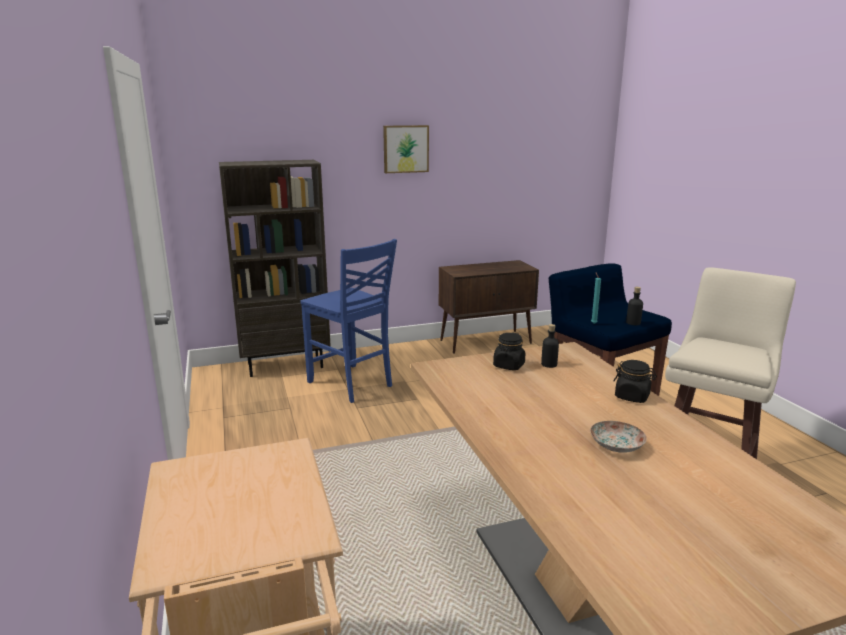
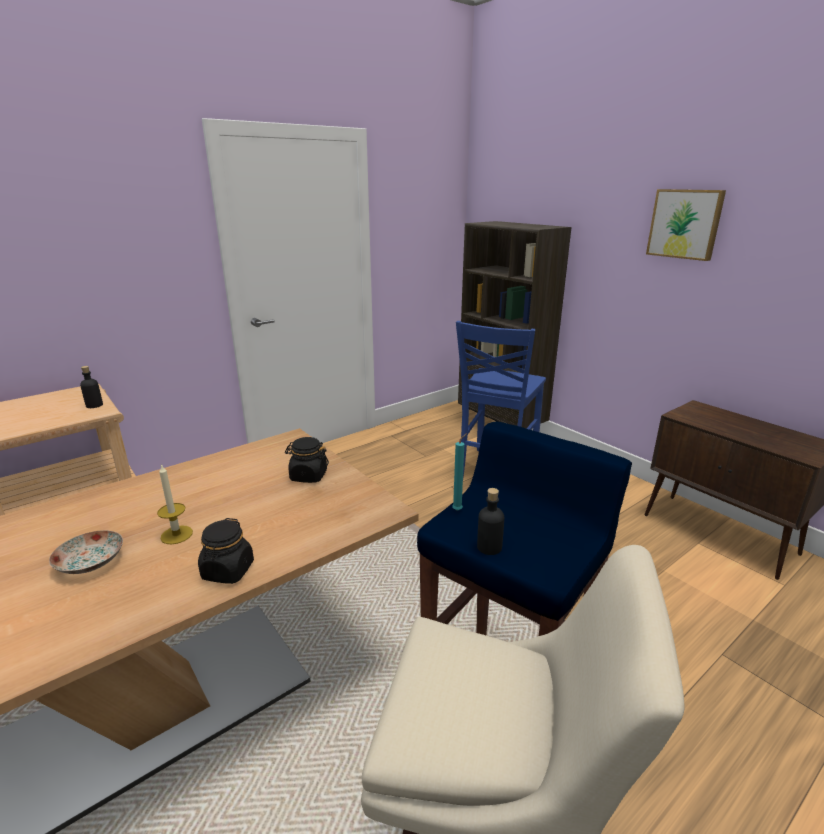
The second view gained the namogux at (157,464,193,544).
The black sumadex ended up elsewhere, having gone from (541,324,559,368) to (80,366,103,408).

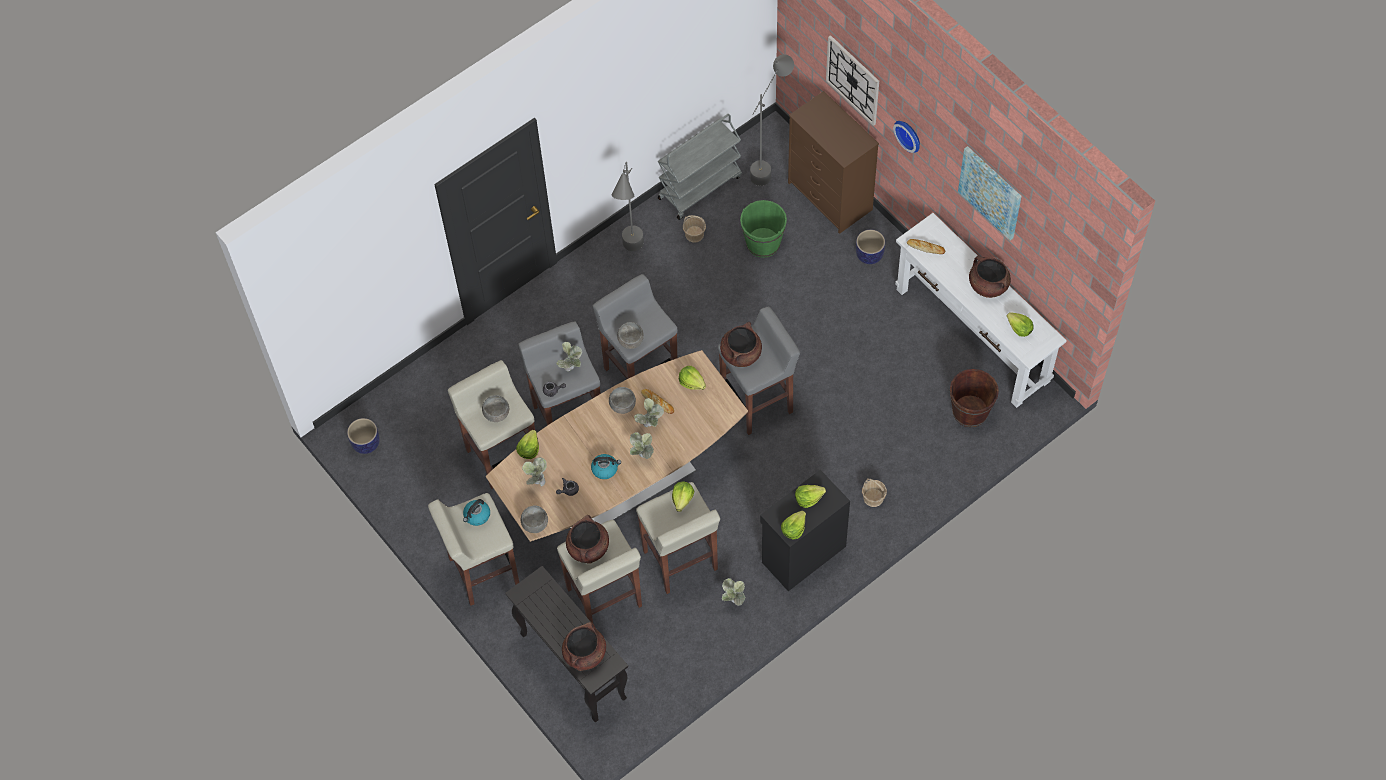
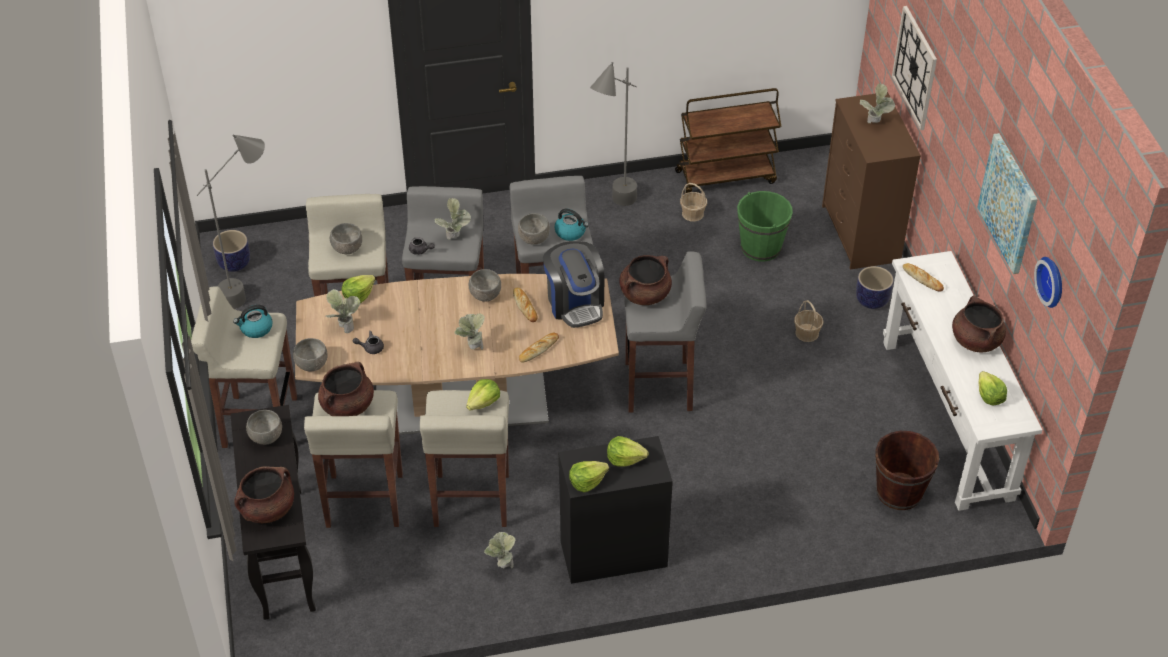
The second view gained the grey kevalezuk at (246,410,282,445).
The second view gained the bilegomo at (519,333,559,362).
The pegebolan ended up elsewhere, having gone from (591,454,621,479) to (554,209,589,241).
The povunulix ended up elsewhere, having gone from (634,398,664,427) to (860,83,895,123).
The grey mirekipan ended up elsewhere, having gone from (750,54,794,186) to (197,135,265,309).
The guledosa ended up elsewhere, having gone from (862,478,887,507) to (794,300,823,342).
The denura ended up elsewhere, having gone from (893,121,920,153) to (1034,257,1062,308).
Where the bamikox stood at (679,366,706,390), the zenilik came to stand at (543,241,605,328).
What was the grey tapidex at (658,114,742,220) turned into the brown tapidex at (675,88,781,194).

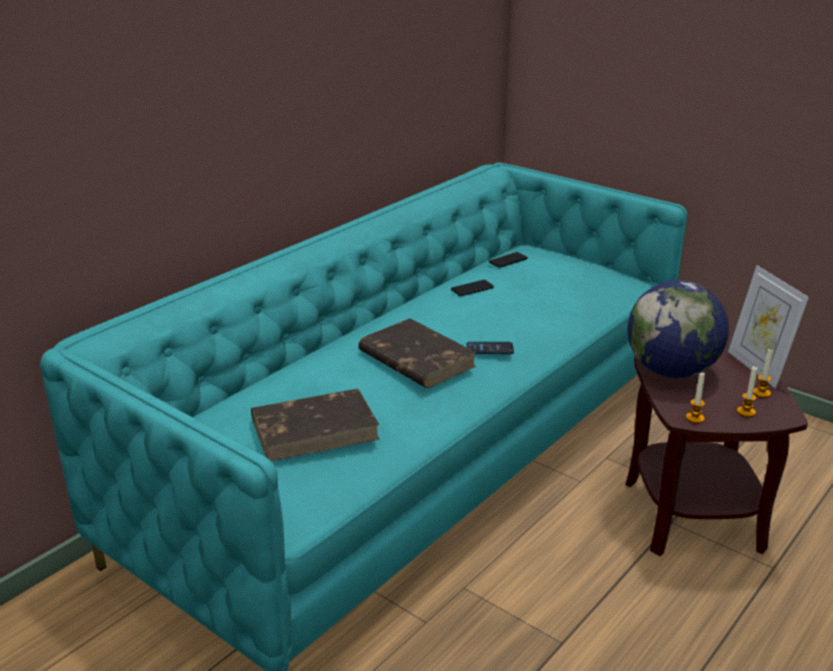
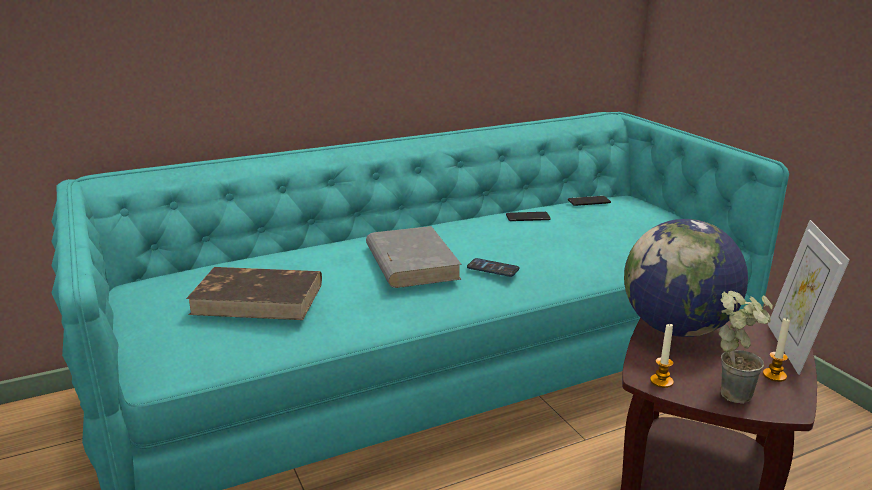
Where the namogux stood at (737,366,758,417), the povunulix came to stand at (719,291,773,404).
What was the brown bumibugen at (358,318,476,388) turned into the grey bumibugen at (366,226,462,288).

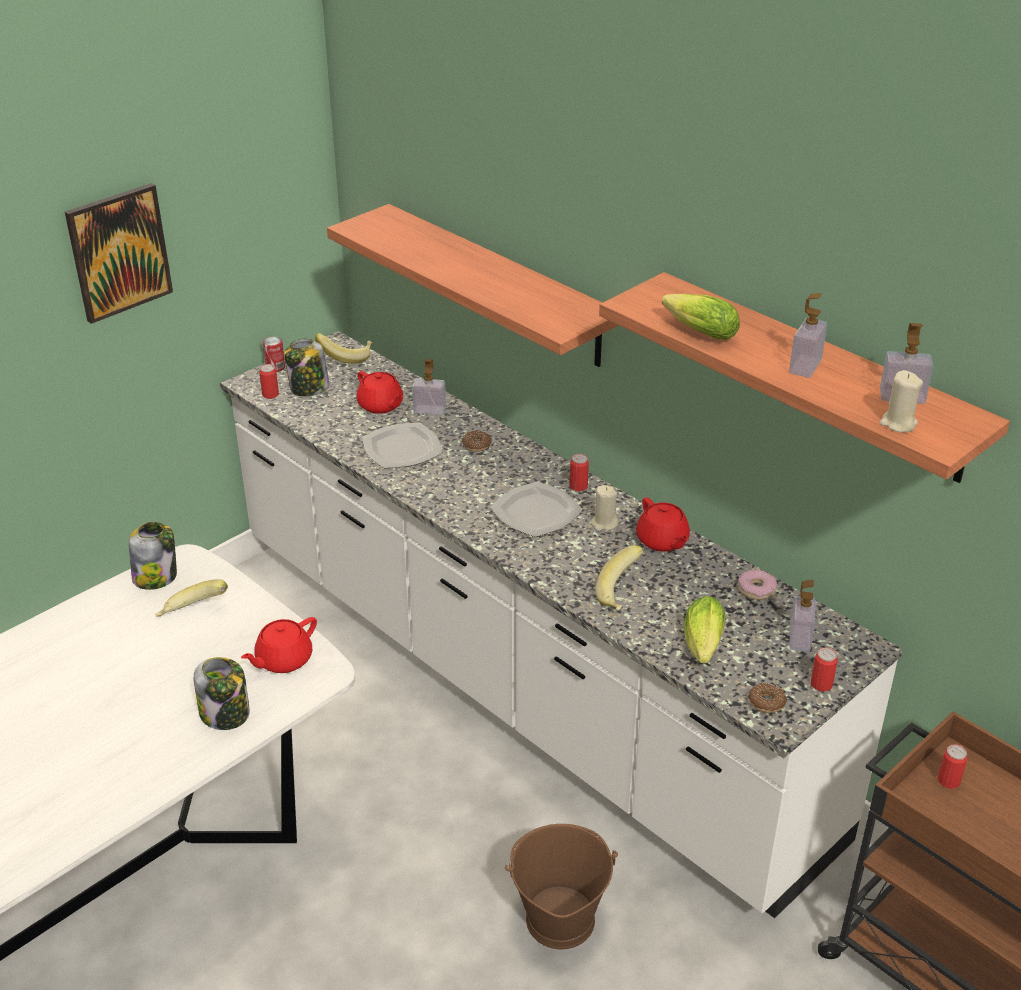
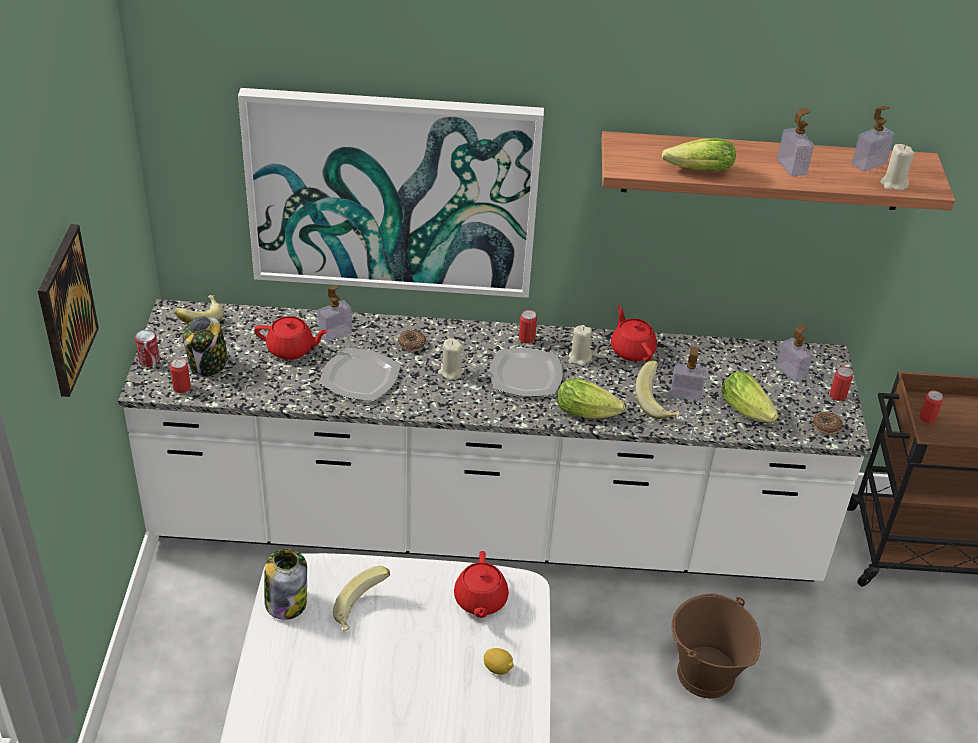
The second view lost the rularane at (738,570,777,600).
The second view gained the beige namogux at (438,338,464,380).
The second view gained the bamikox at (557,378,625,419).
The second view gained the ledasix at (670,347,707,402).
Where the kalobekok stood at (194,657,250,730), the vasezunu came to stand at (484,648,514,675).
Where the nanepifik hung at (327,204,619,367), the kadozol came to hang at (238,88,544,298).
The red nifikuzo at (636,497,690,552) ended up facing another way, 135 degrees counterclockwise from before.

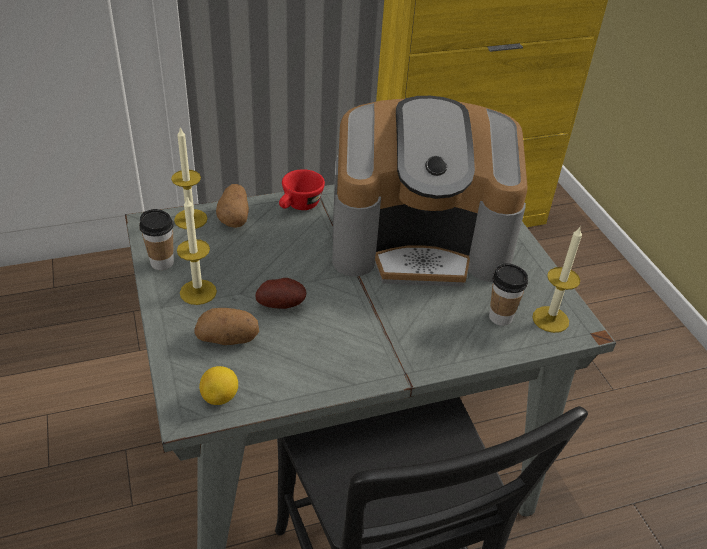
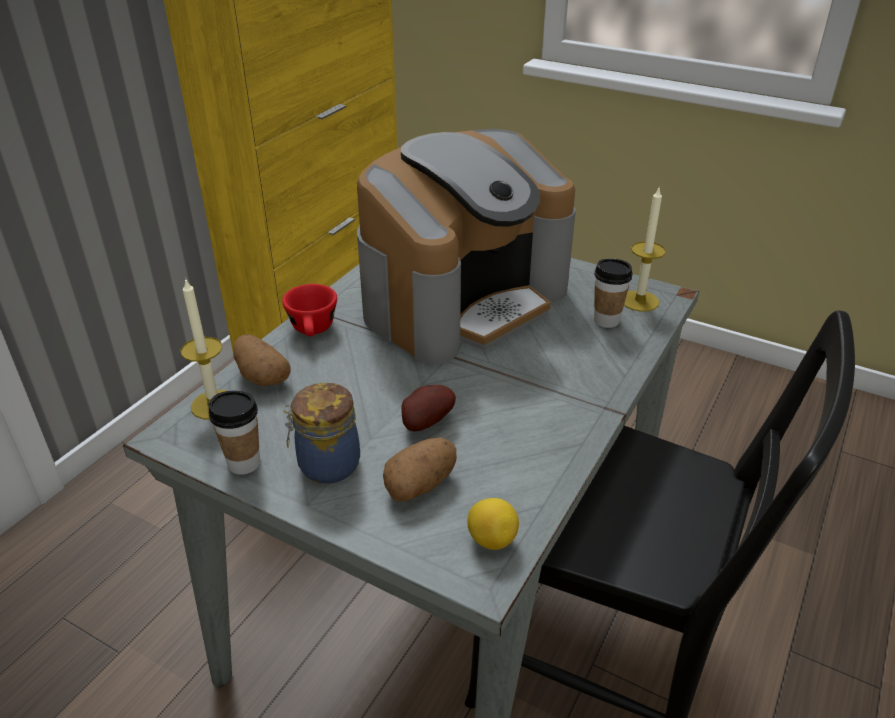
Where the namogux stood at (177,197,217,305), the kalobekok came to stand at (283,383,360,484).

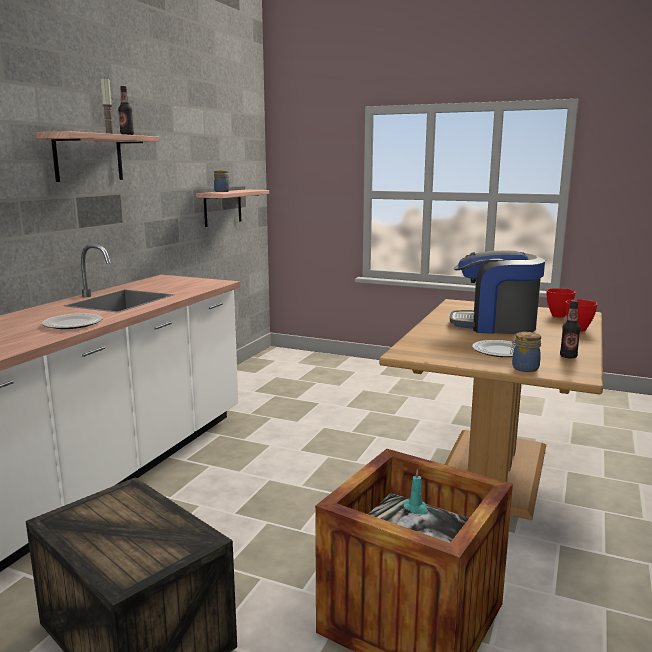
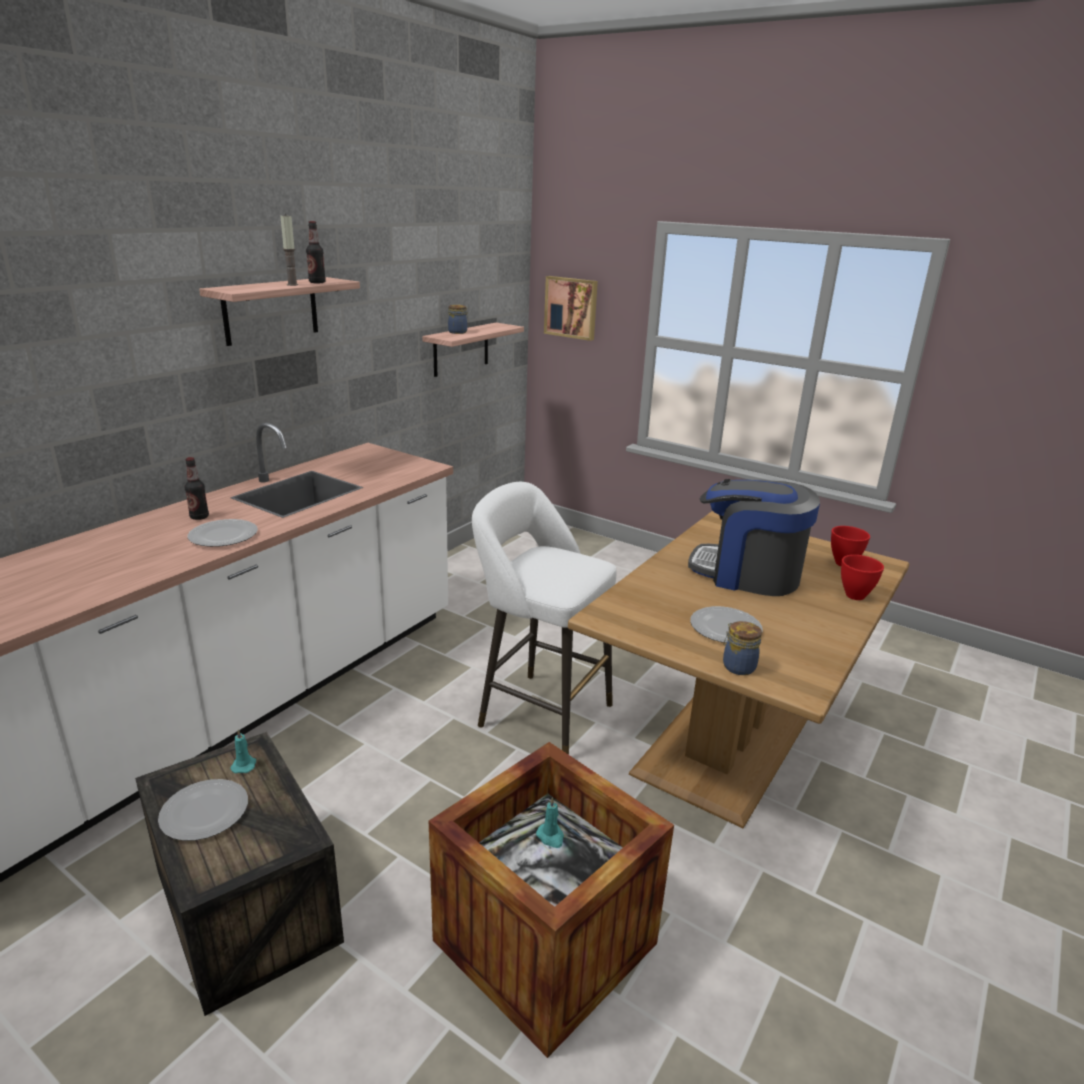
The second view gained the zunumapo at (158,779,248,841).
The second view gained the turquoise namogux at (230,729,256,773).
The second view gained the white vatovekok at (472,482,617,755).
The second view gained the kadozol at (544,276,598,341).
The sumadex ended up elsewhere, having gone from (560,300,581,359) to (185,457,209,520).

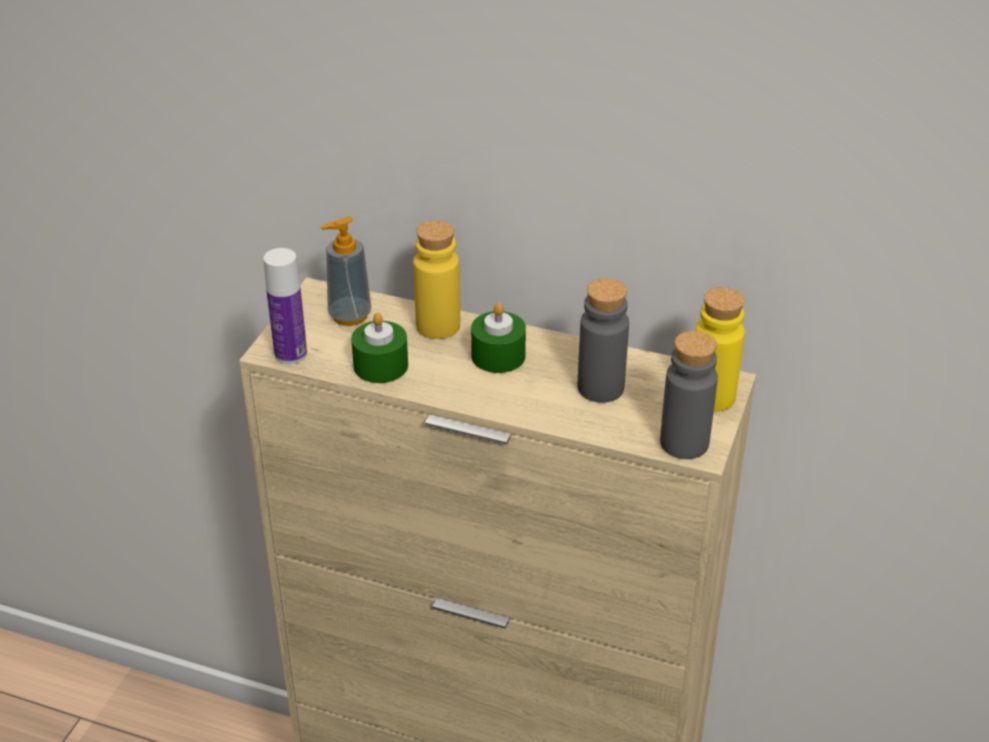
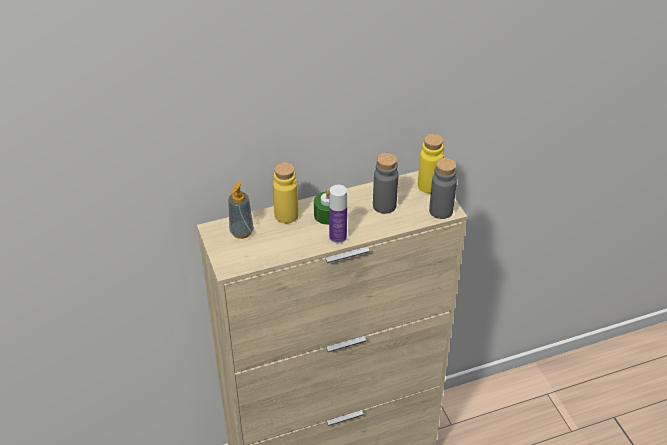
The second view lost the green namogux at (351,312,408,383).
The sumadex ended up elsewhere, having gone from (263,248,307,364) to (329,185,347,244).

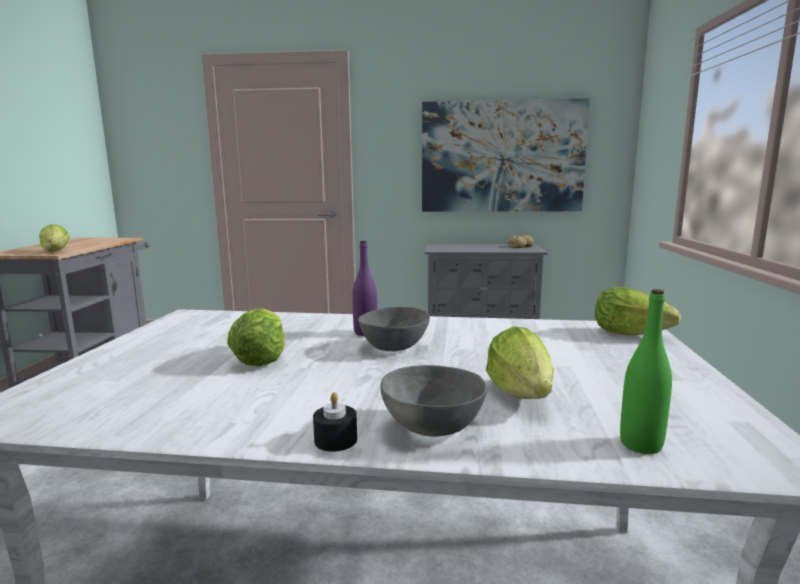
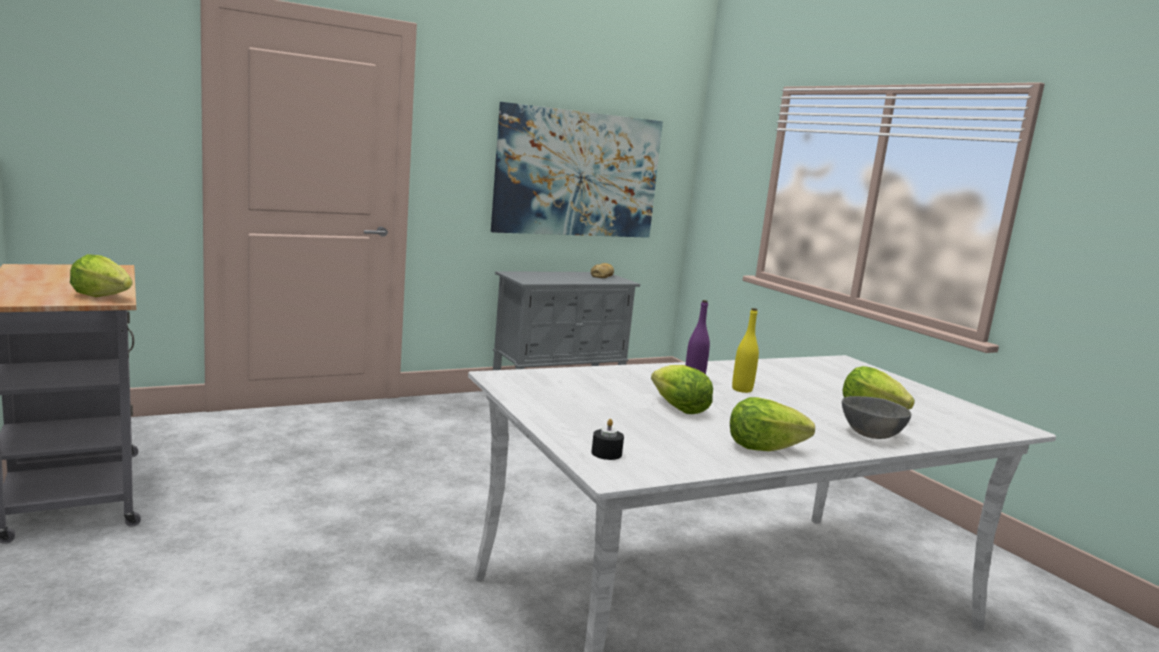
The second view lost the green sumadex at (620,289,672,454).
The black namogux ended up elsewhere, having gone from (313,392,357,452) to (591,419,624,460).
The bamikox ended up elsewhere, having gone from (595,287,681,336) to (730,397,815,451).
Where the grey kevalezuk stood at (358,307,430,351), the yellow sumadex came to stand at (732,308,759,393).

